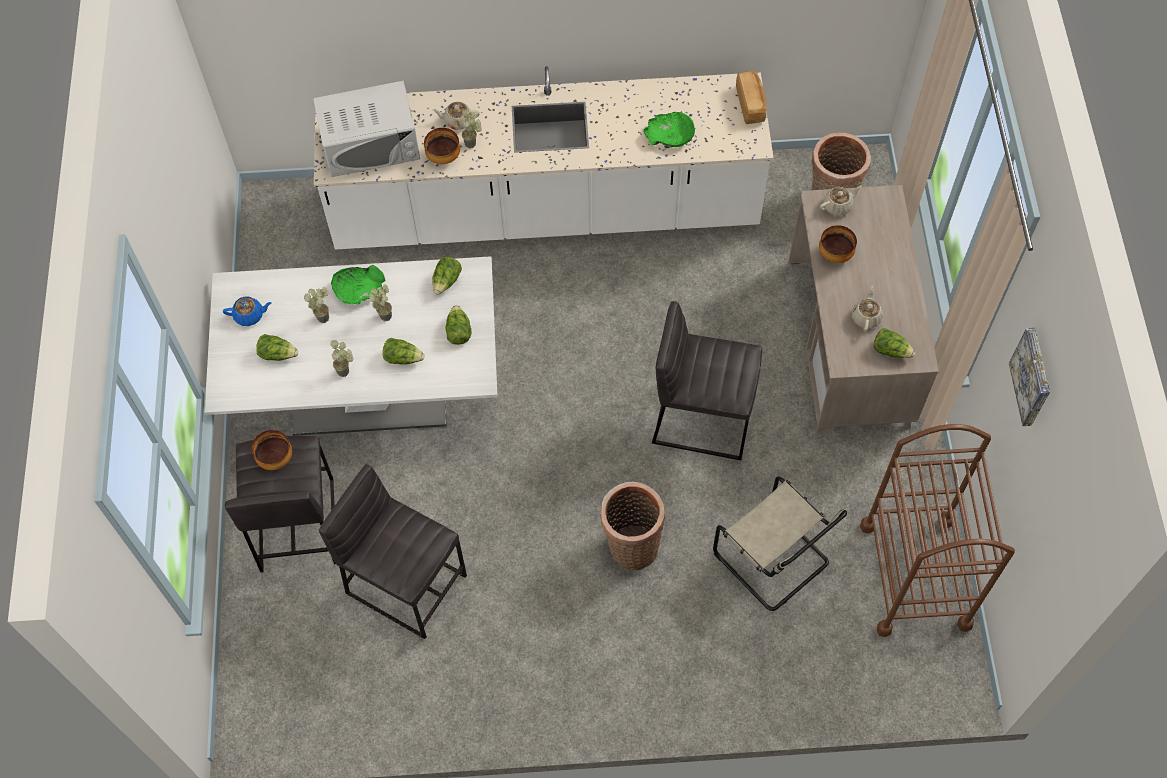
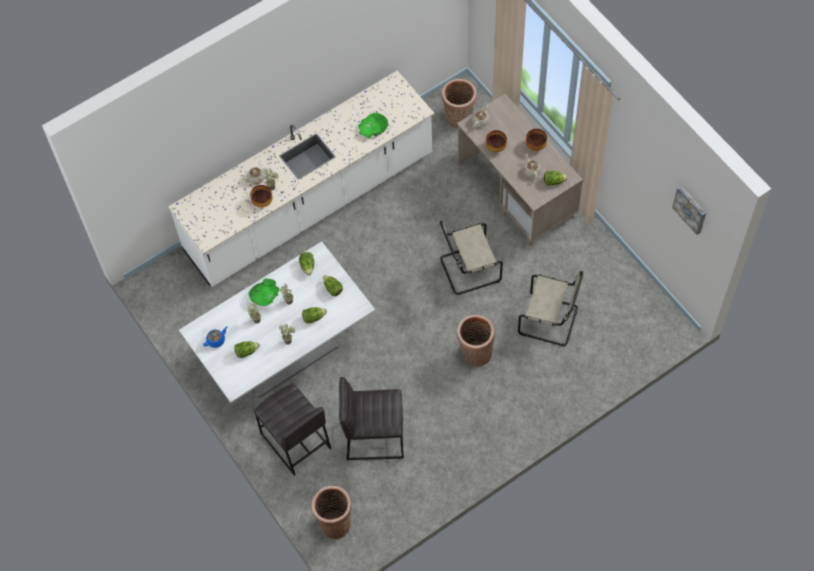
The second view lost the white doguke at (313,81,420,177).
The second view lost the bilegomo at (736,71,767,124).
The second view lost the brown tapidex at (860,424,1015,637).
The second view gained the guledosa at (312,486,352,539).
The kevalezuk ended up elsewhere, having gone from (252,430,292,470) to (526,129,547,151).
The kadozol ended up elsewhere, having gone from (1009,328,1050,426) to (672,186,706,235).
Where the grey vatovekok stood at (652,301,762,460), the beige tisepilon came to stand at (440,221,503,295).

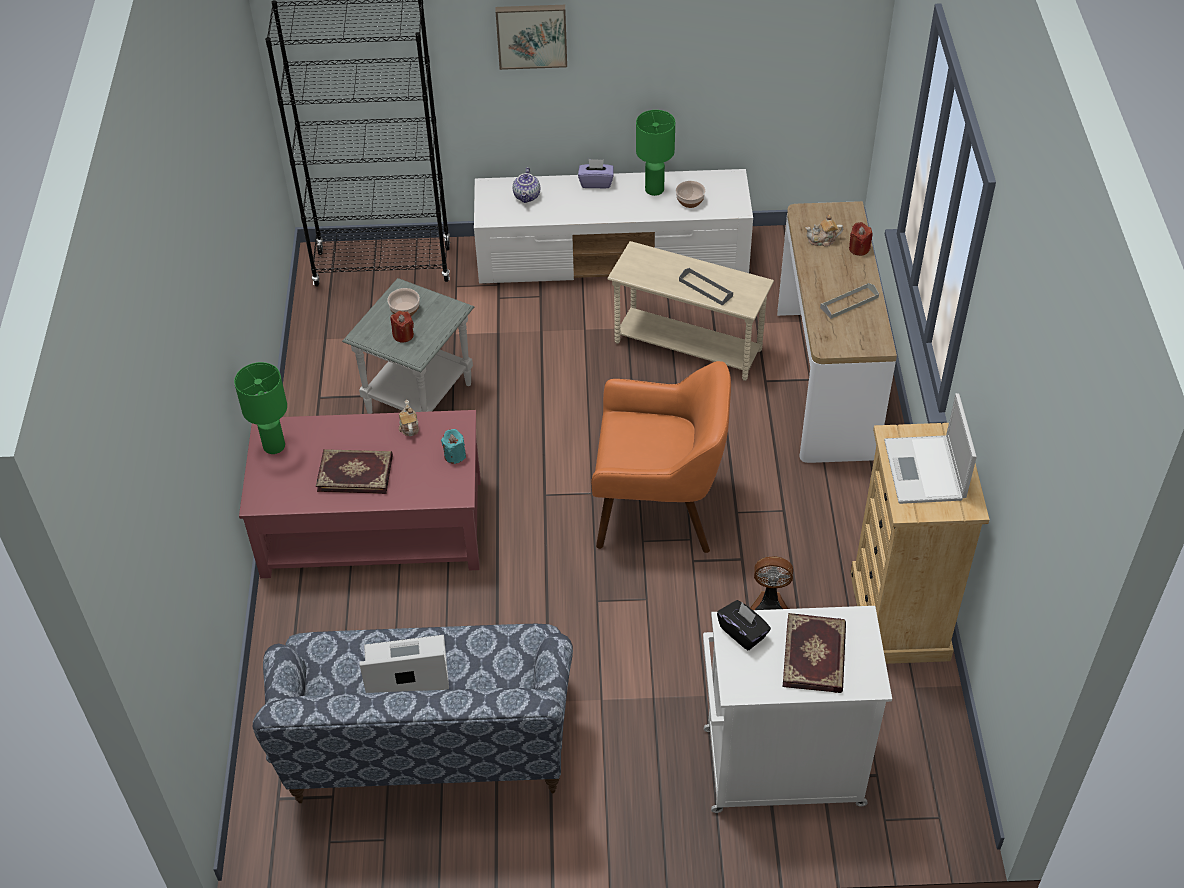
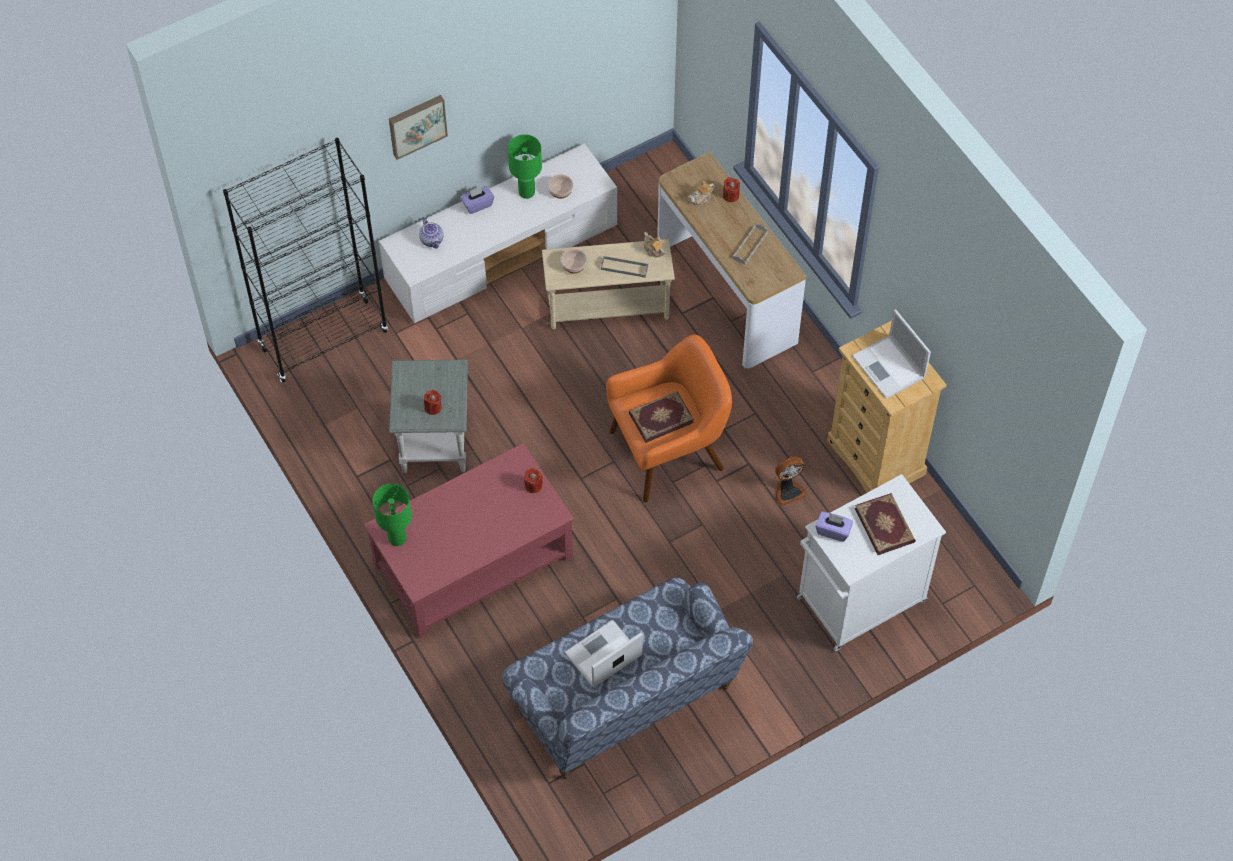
The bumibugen ended up elsewhere, having gone from (316,449,393,494) to (629,391,694,443).
The kevalezuk ended up elsewhere, having gone from (387,288,420,316) to (561,249,587,274).
The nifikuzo ended up elsewhere, having gone from (399,400,419,436) to (644,232,665,258).
What was the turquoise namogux at (441,429,466,464) turned into the red namogux at (524,468,543,493).
What was the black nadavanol at (717,600,771,650) turned into the purple nadavanol at (815,512,853,542).

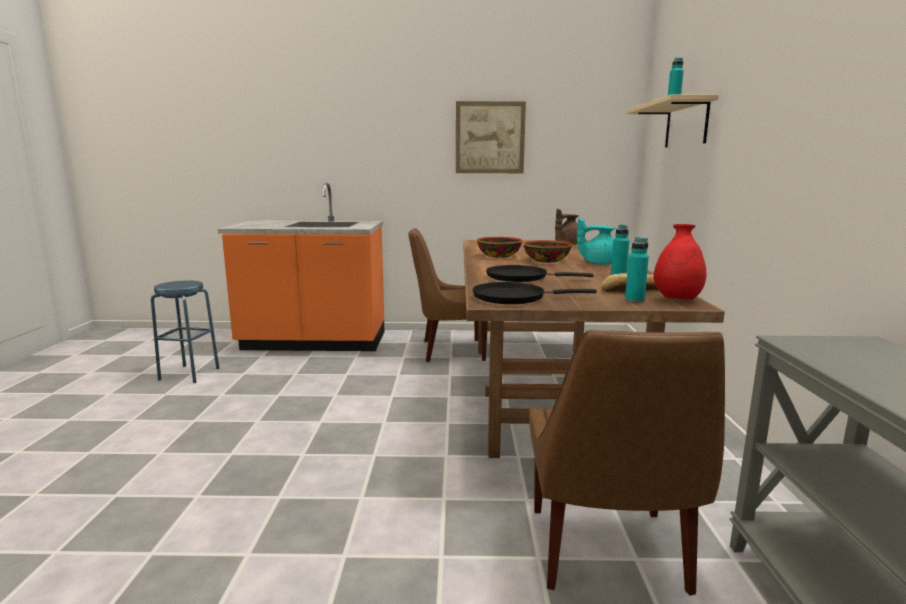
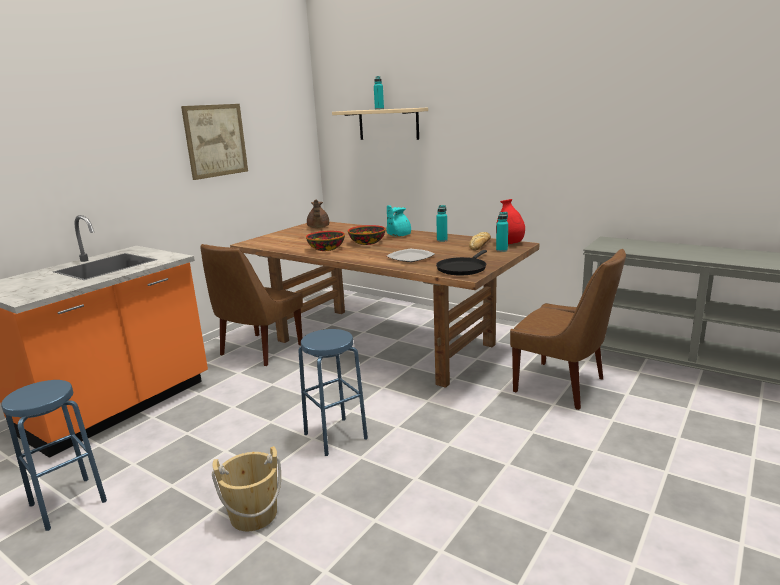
The second view gained the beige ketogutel at (212,446,281,531).
The second view gained the blue vatovekok at (298,329,368,456).
Where the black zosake stood at (486,265,593,282), the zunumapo came to stand at (387,249,435,262).

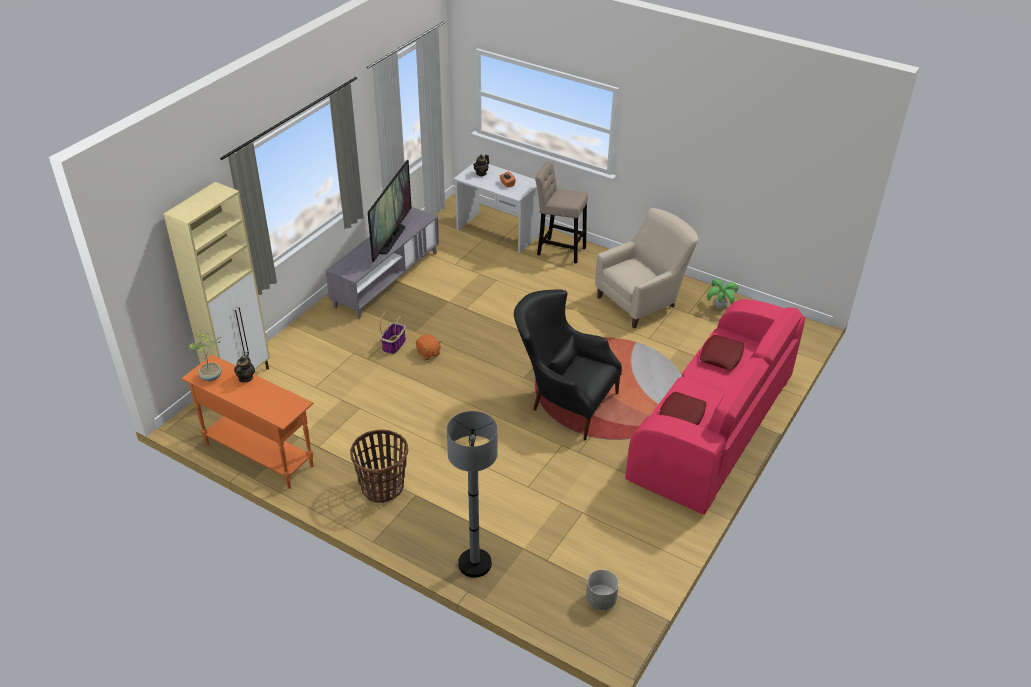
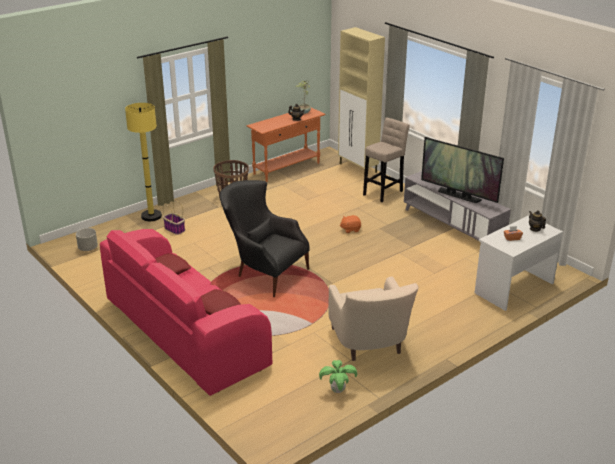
The guledosa ended up elsewhere, having gone from (380,311,406,354) to (163,201,185,235).
The beige vatovekok ended up elsewhere, having gone from (535,161,588,264) to (363,117,410,202).
What was the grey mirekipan at (447,411,498,578) turned into the yellow mirekipan at (125,103,162,221).
The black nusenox at (514,290,622,441) ended up facing another way, 105 degrees counterclockwise from before.

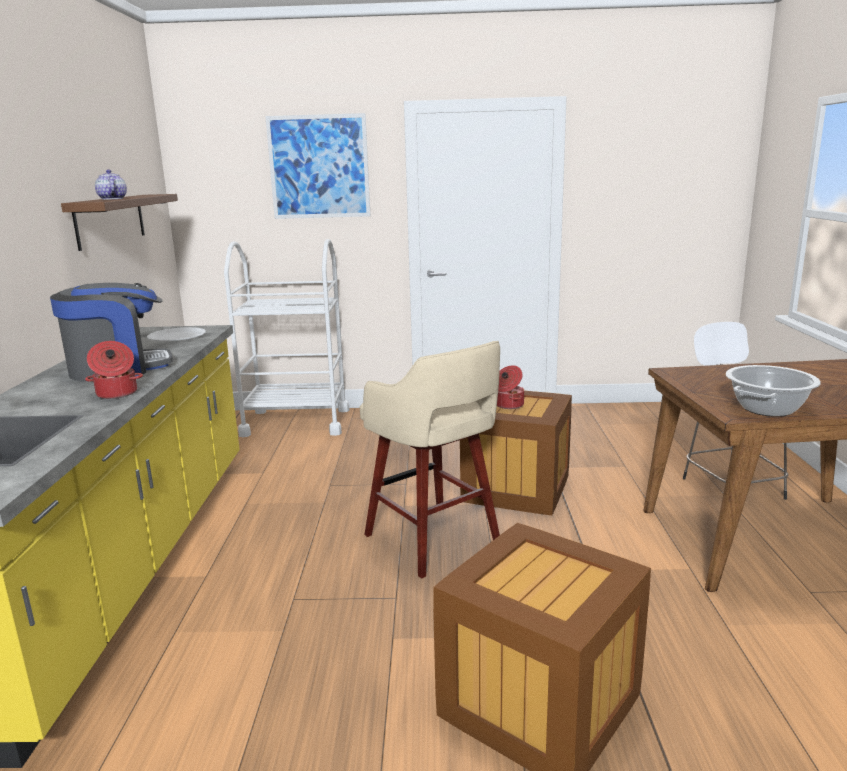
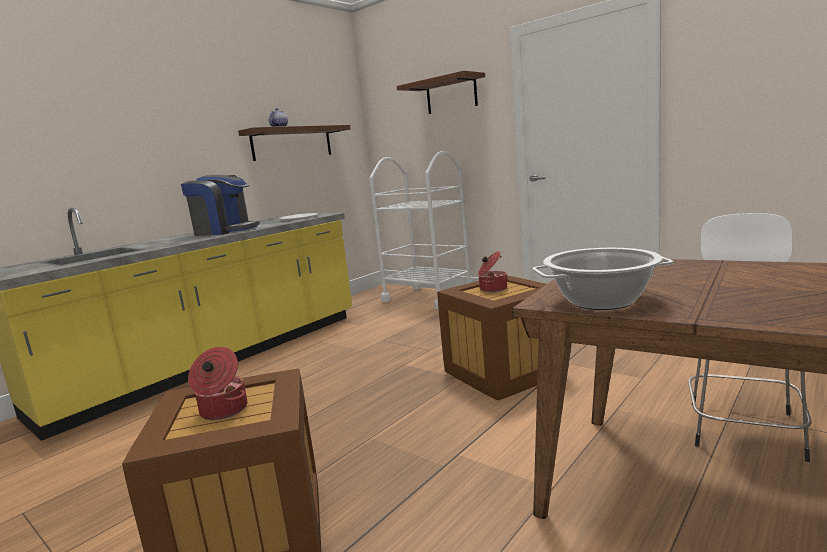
The second view lost the beige vatovekok at (360,341,500,579).
The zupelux ended up elsewhere, having gone from (85,341,143,399) to (188,347,247,420).
Where the kadozol hung at (265,113,371,219), the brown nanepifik came to hang at (397,71,485,114).

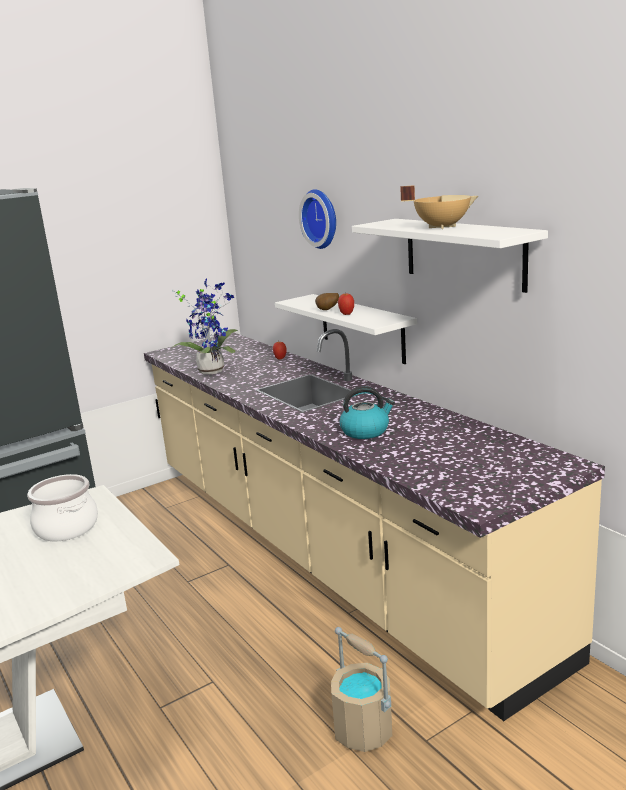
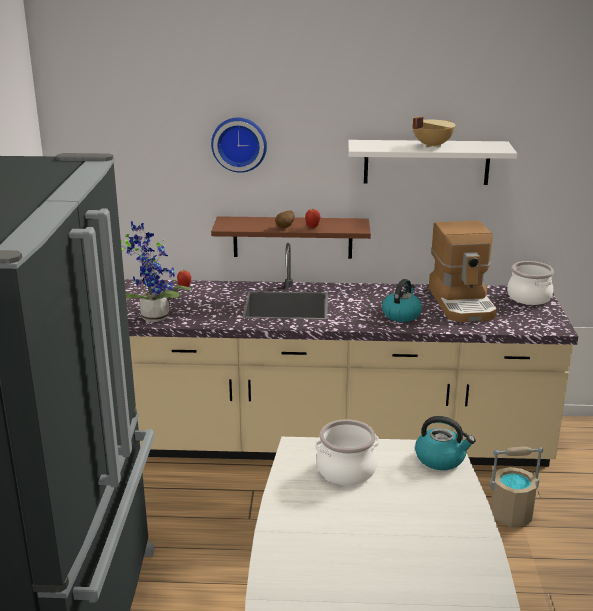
The second view gained the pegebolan at (415,416,475,470).
The second view gained the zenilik at (429,220,497,322).
The second view gained the zupelux at (507,261,554,305).
What was the white nanepifik at (275,294,417,364) turned into the brown nanepifik at (211,216,371,259).

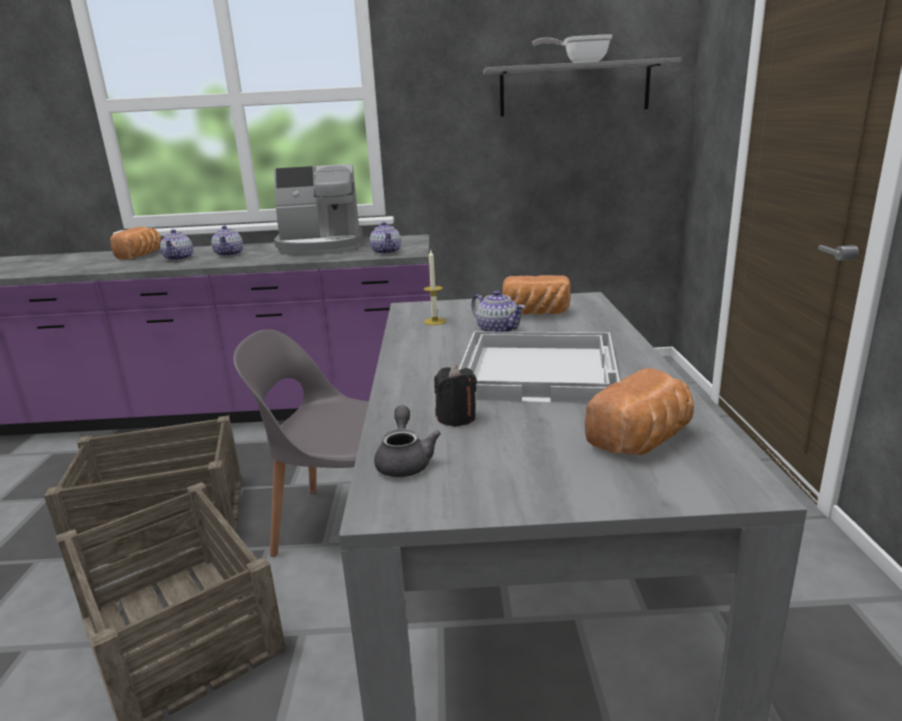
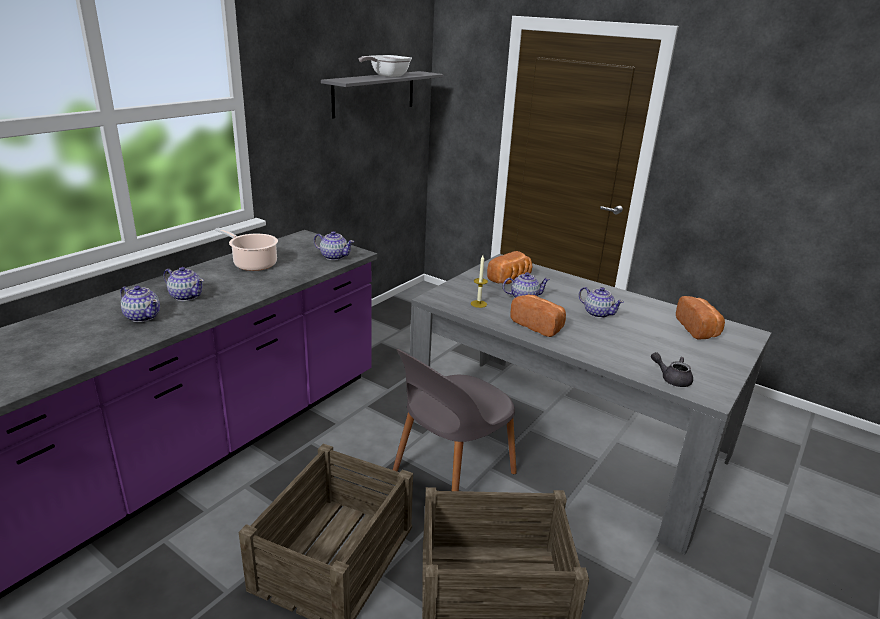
The second view lost the black namogux at (434,364,477,427).
The bilegomo ended up elsewhere, having gone from (110,227,161,259) to (510,294,566,337).
Where the zenilik stood at (274,164,363,255), the zupelux came to stand at (215,228,278,271).
Where the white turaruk stood at (459,331,620,403), the nifikuzo came to stand at (579,287,624,318).

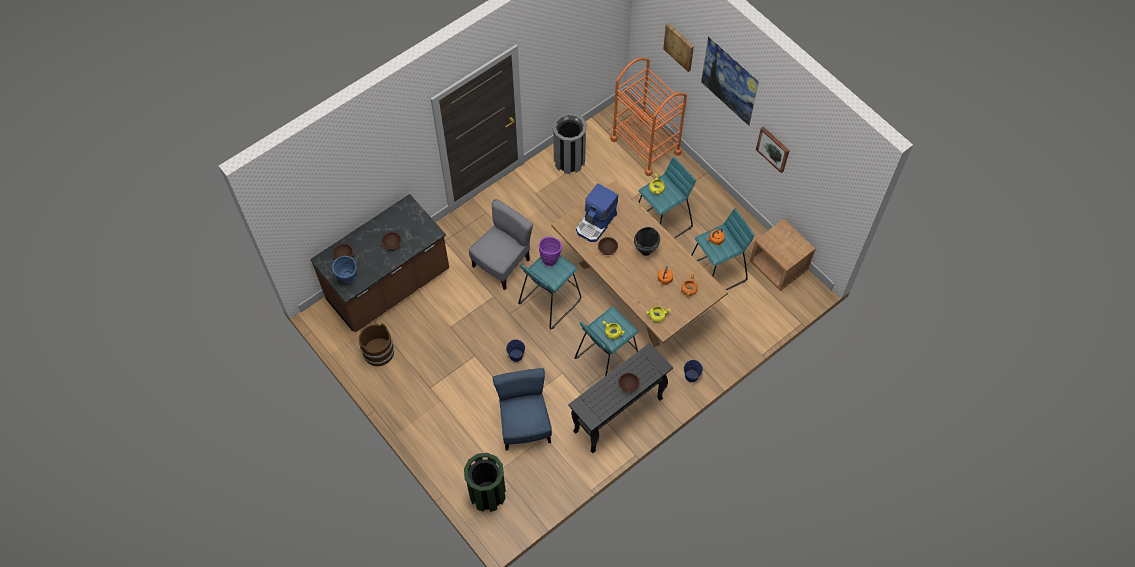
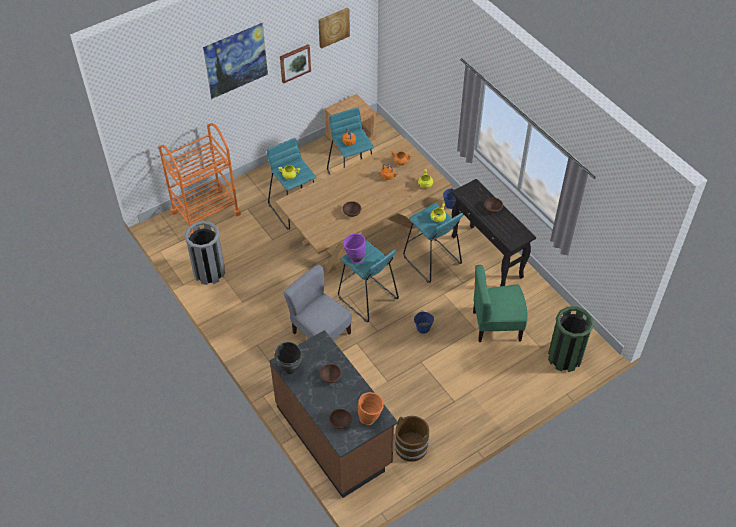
The second view lost the zenilik at (576,183,618,242).
The black zupelux ended up elsewhere, having gone from (634,227,660,256) to (275,342,303,374).
The kadozol ended up elsewhere, having gone from (663,23,694,72) to (318,7,350,49).
What was the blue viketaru at (332,256,357,283) turned into the orange viketaru at (358,392,384,425).
What was the blue tisepilon at (493,368,552,450) turned into the green tisepilon at (473,265,528,342).

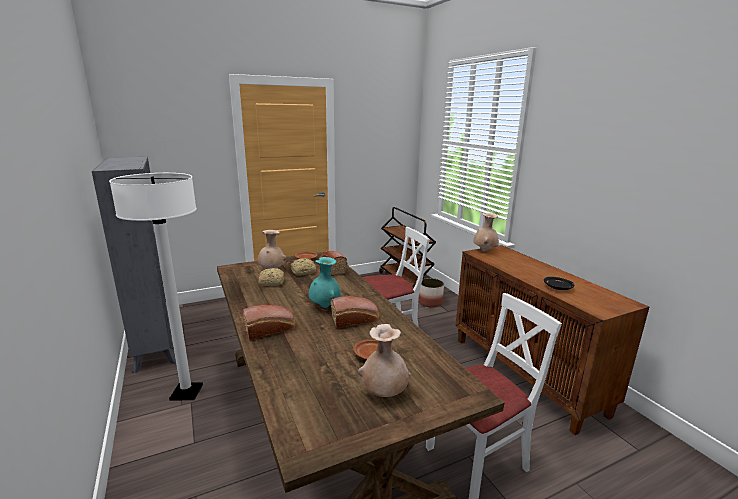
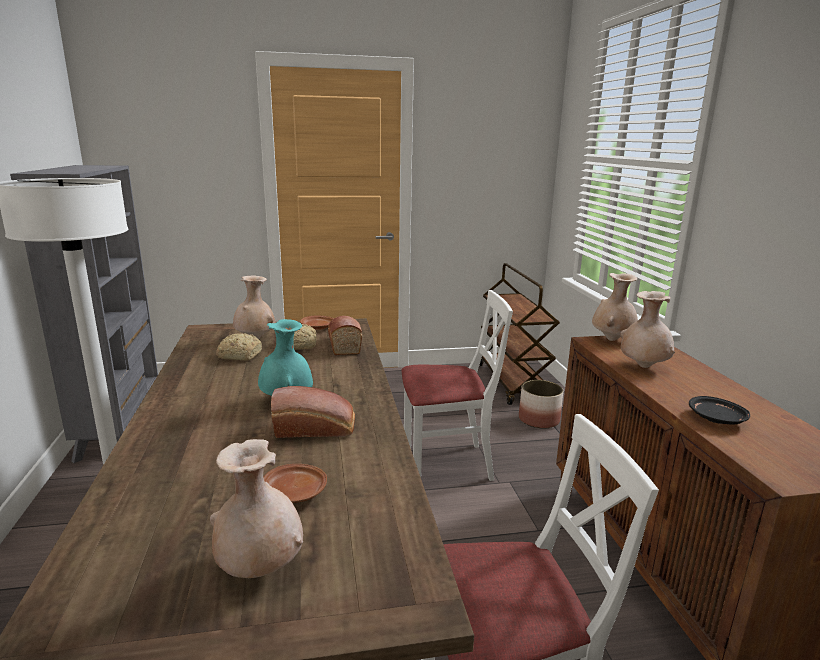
The second view lost the bilegomo at (242,304,296,340).
The second view gained the beige viketaru at (620,291,675,368).

